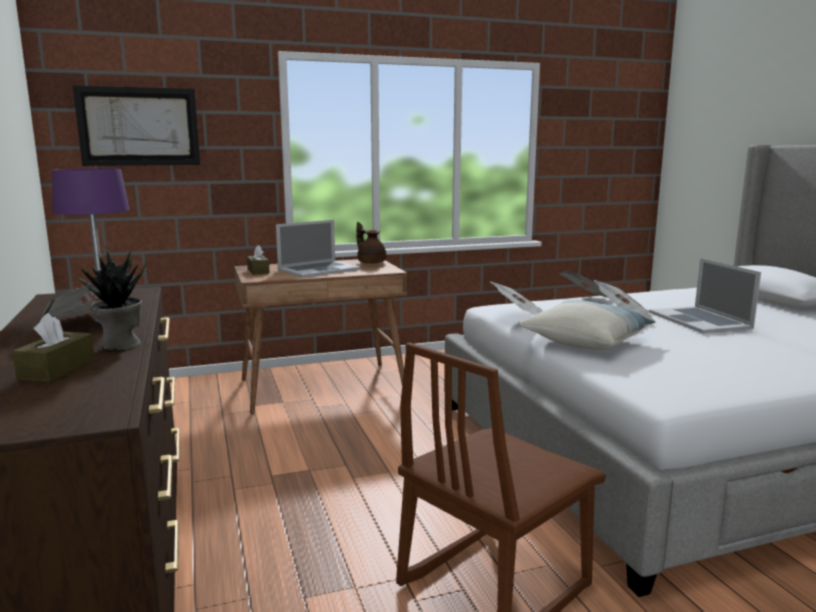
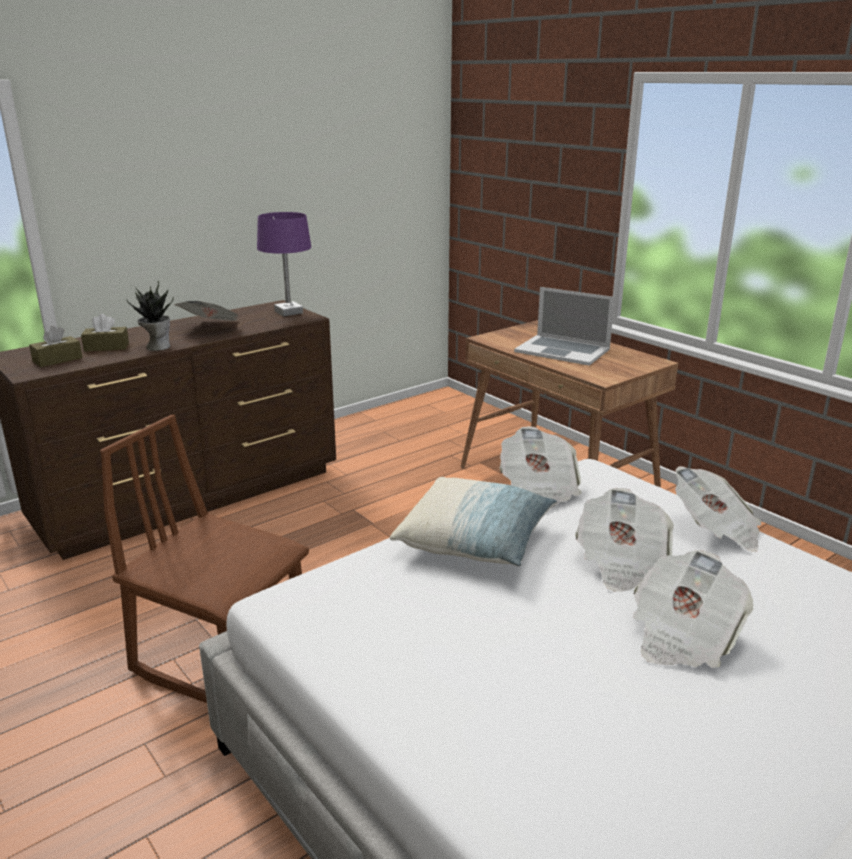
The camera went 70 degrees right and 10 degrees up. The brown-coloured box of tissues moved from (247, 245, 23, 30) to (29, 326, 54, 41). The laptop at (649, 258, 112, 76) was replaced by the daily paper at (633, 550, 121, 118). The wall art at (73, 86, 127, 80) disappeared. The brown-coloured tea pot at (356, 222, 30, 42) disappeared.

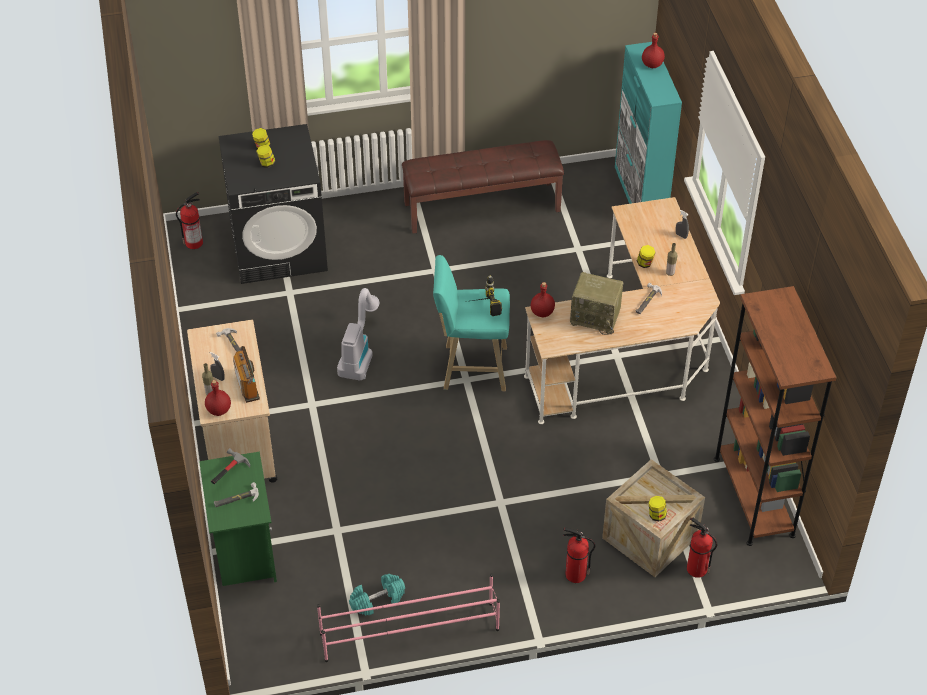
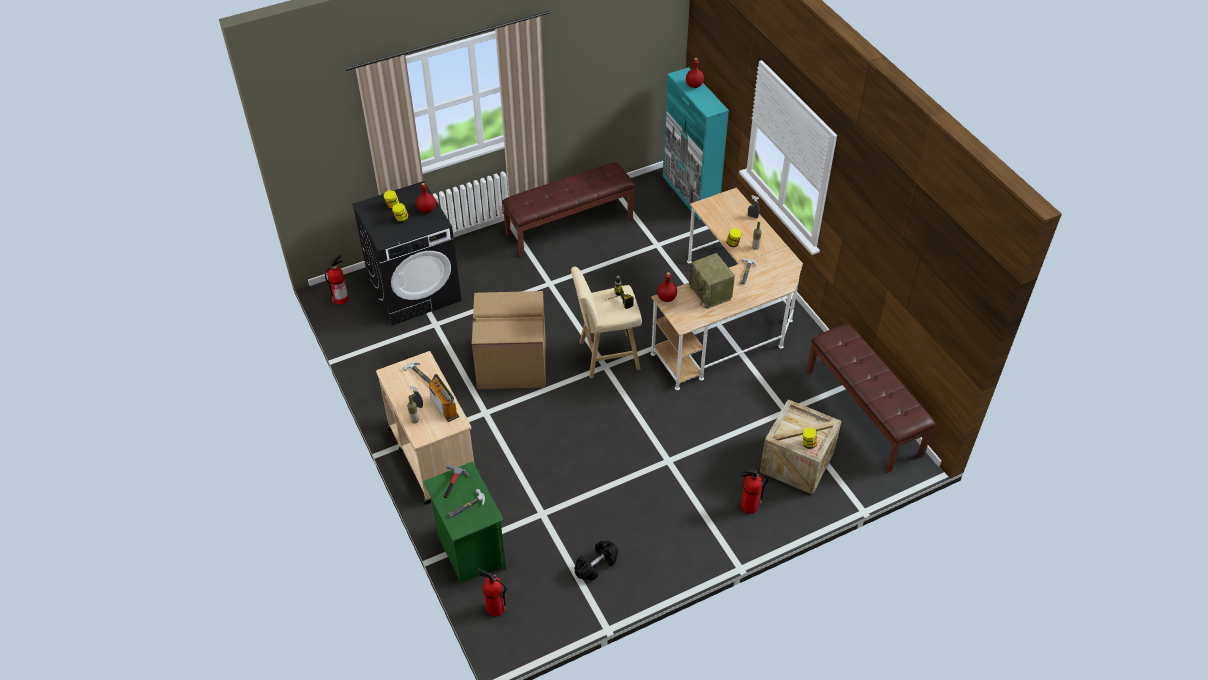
The camera went 15 degrees left and 0 degrees up. The red-coloured beverage bottle moved from (205, 380, 26, 36) to (416, 183, 20, 30). The vacuum at (337, 288, 42, 92) was replaced by the packing box at (472, 291, 74, 98). The fire extinguisher moved from (687, 517, 30, 61) to (478, 569, 28, 48). The turquoise-coloured stool seat at (433, 255, 77, 136) became the beige stool seat at (571, 267, 71, 111). The turquoise-coloured hand weight at (349, 574, 56, 42) became the blackish hand weight at (575, 541, 43, 40). The radio set at (570, 272, 53, 63) turned 60 degrees clockwise. The brown-coloured bookcase at (714, 286, 123, 260) was replaced by the brown-coloured bench at (807, 324, 129, 149). The pink shoe shelf at (317, 573, 183, 89) disappeared.

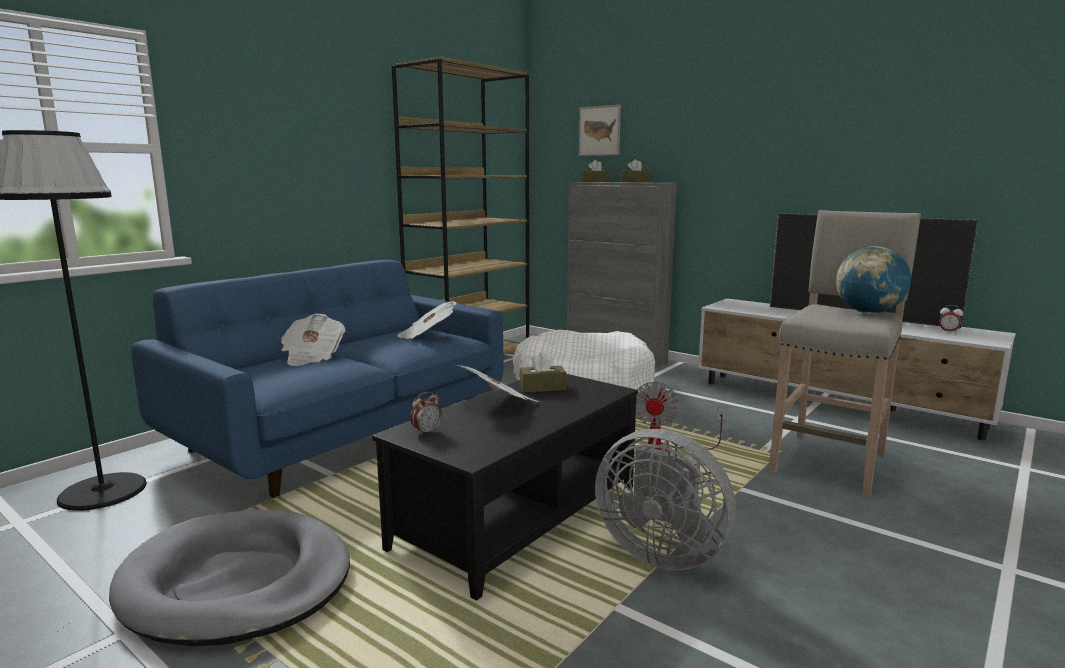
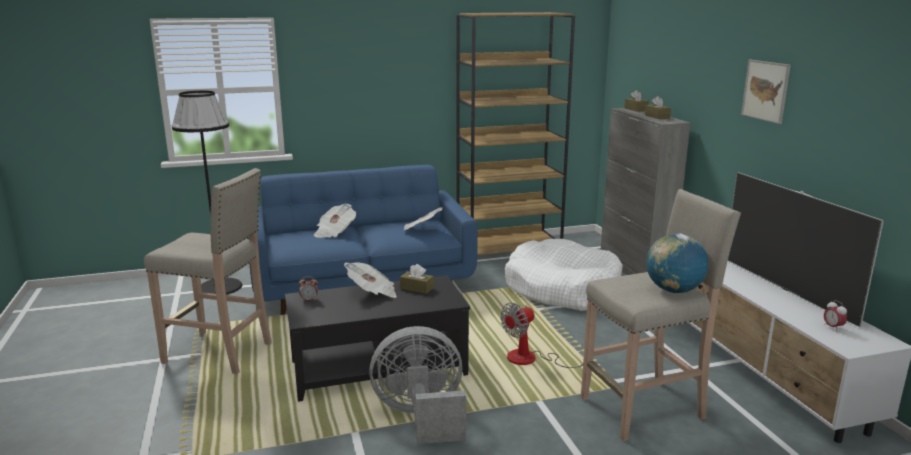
The camera went 35 degrees right and 5 degrees up. The grey pet bed at (109, 510, 241, 136) was replaced by the beige stool seat at (144, 168, 128, 206). The grey fan at (595, 429, 141, 141) turned 105 degrees clockwise. The wall art moved from (579, 105, 42, 51) to (741, 60, 50, 64).

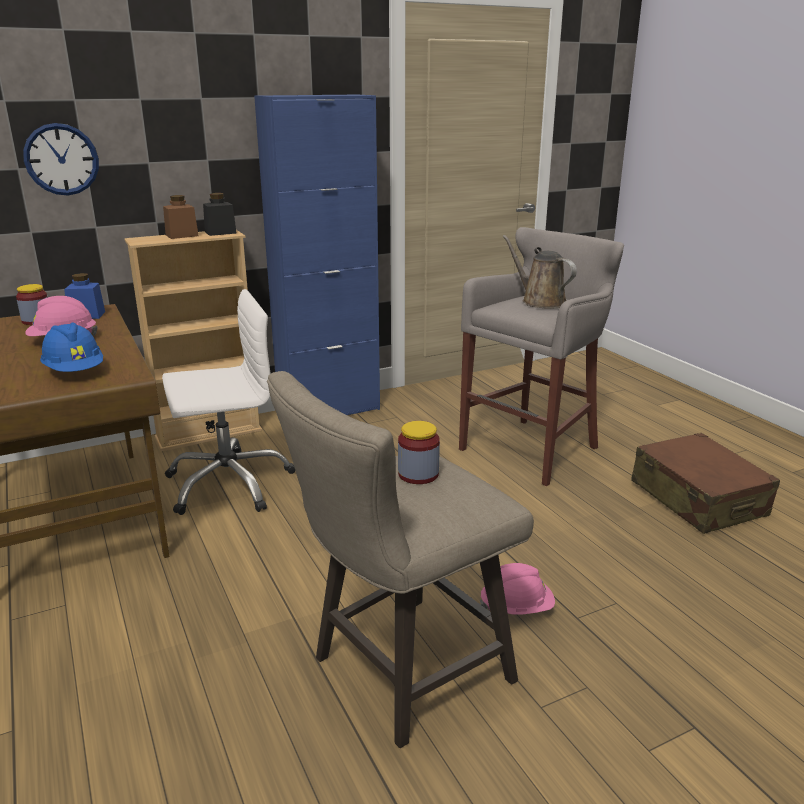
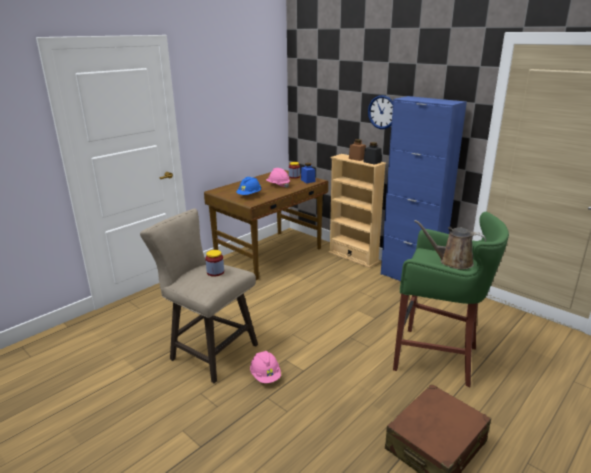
The camera went 70 degrees right and 0 degrees up. The wall clock moved from (23, 123, 76, 72) to (368, 95, 25, 34). The grey stool seat at (459, 227, 165, 259) became the green stool seat at (393, 212, 116, 175). The brown-coloured watering pot at (502, 235, 75, 74) turned 105 degrees counterclockwise. The white-coloured desk chair at (162, 289, 133, 226) disappeared.

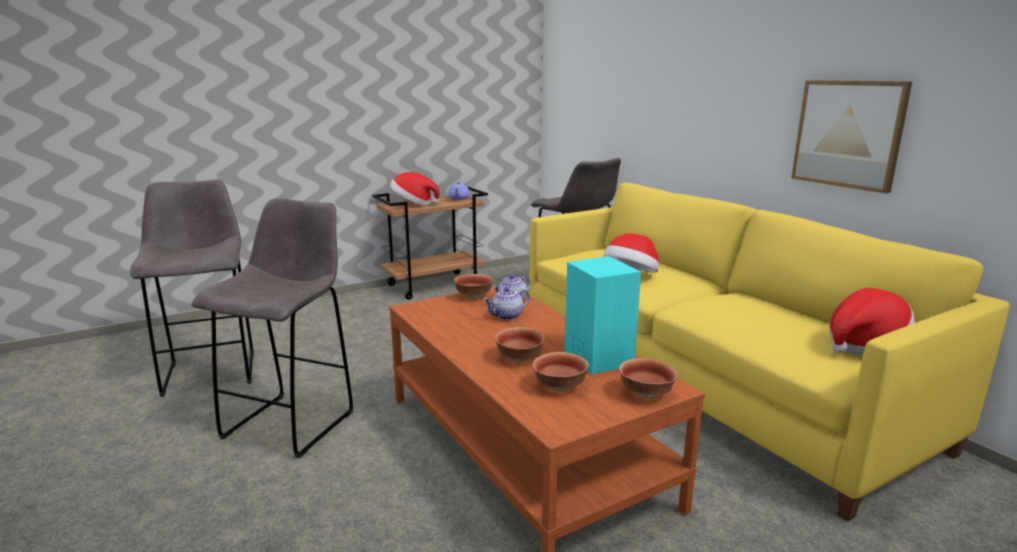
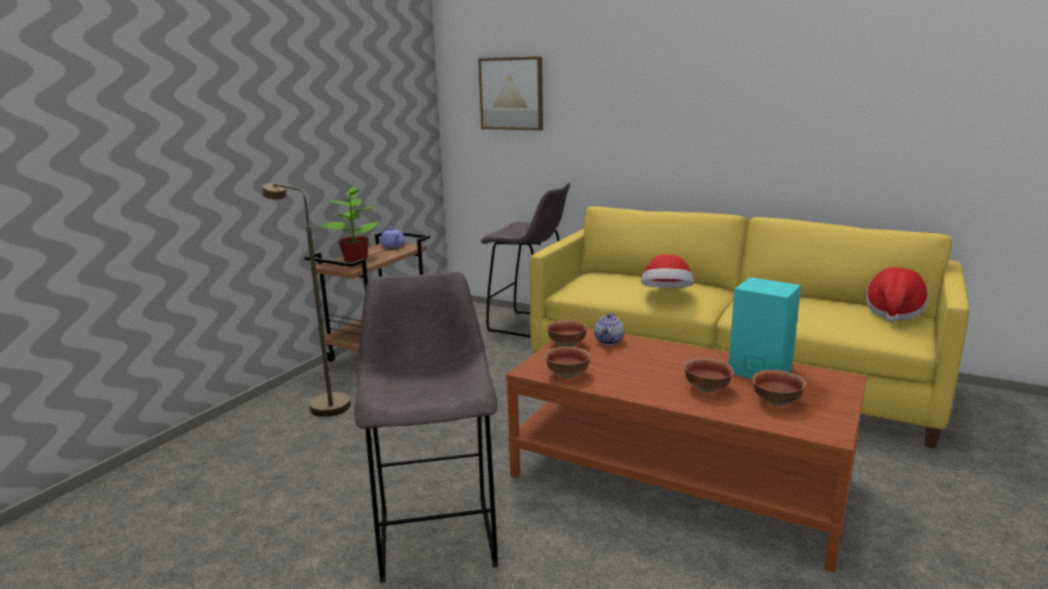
The camera went 30 degrees left and 0 degrees up. The brown-coloured standard lamp at (263, 183, 88, 234) appeared. The hat at (390, 172, 49, 33) was replaced by the houseplant at (319, 186, 62, 77). The wall art moved from (791, 80, 121, 114) to (478, 56, 65, 75). The deep dish moved from (619, 358, 59, 41) to (545, 347, 46, 31). The grey stool seat at (130, 179, 124, 218) disappeared. The tea pot at (483, 287, 47, 33) disappeared.

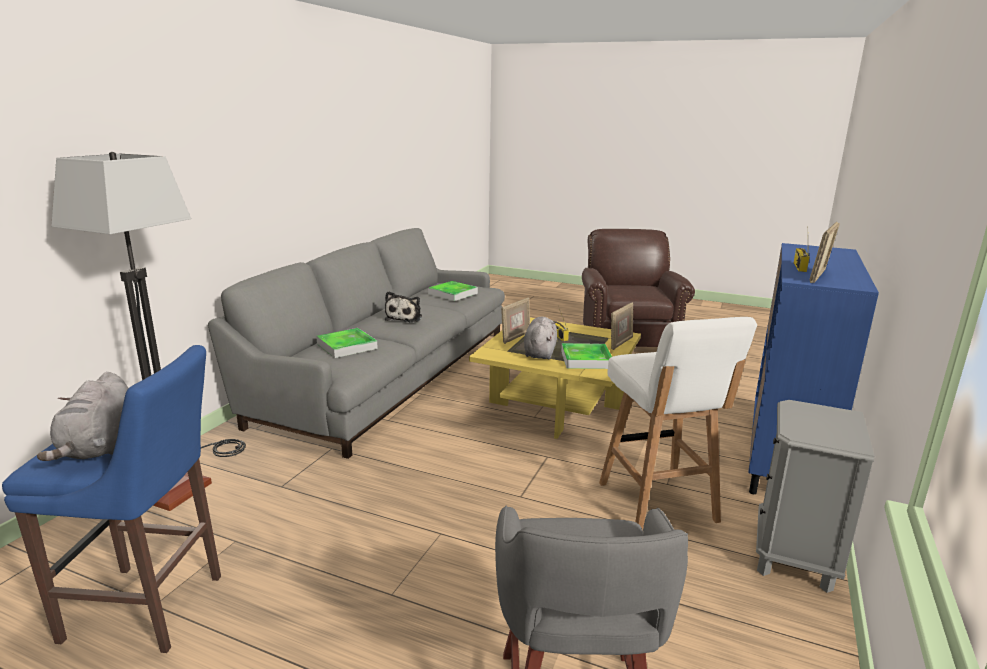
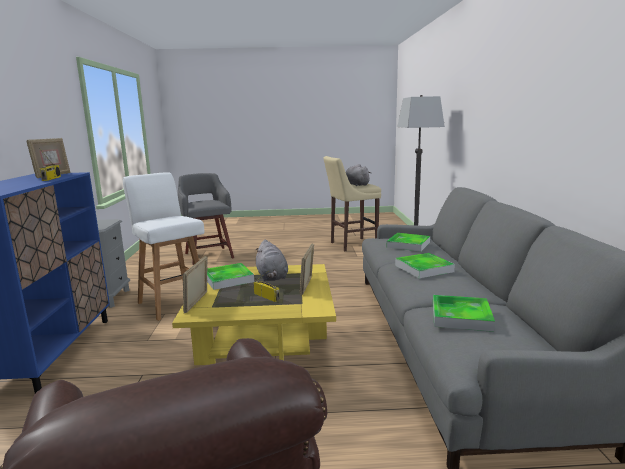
The camera went 155 degrees right and 5 degrees down. The blue stool seat at (2, 345, 219, 308) became the beige stool seat at (323, 156, 58, 95). The soft toy at (385, 291, 37, 31) was replaced by the tray at (395, 253, 60, 25).

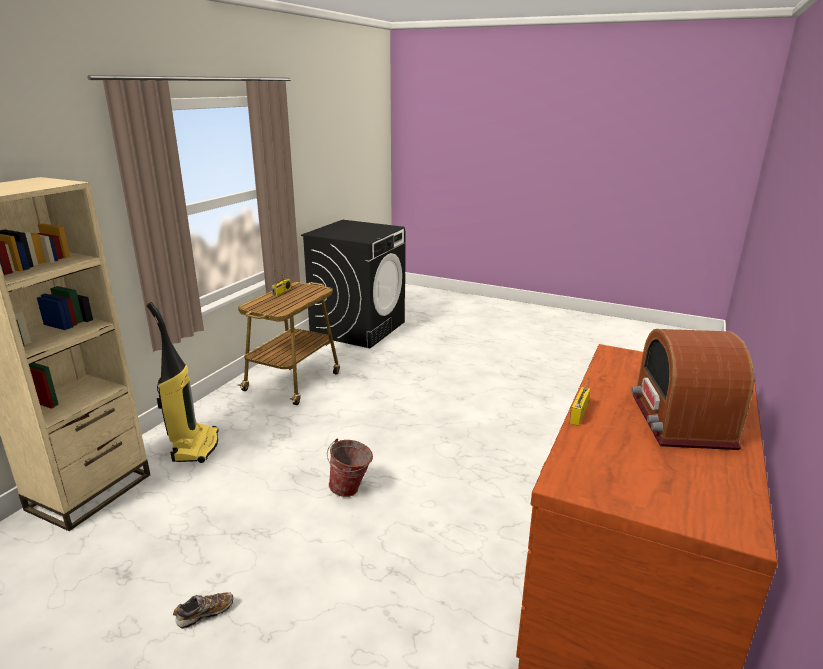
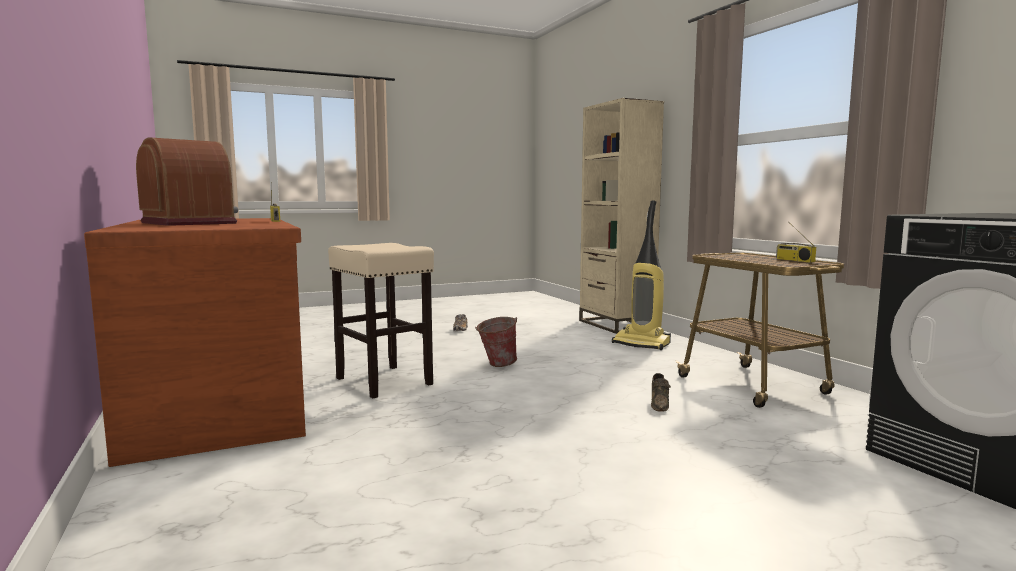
The camera went 130 degrees right and 15 degrees down. The beige stool seat at (328, 243, 106, 155) appeared. The brown-coloured low shoe at (651, 373, 20, 39) appeared.

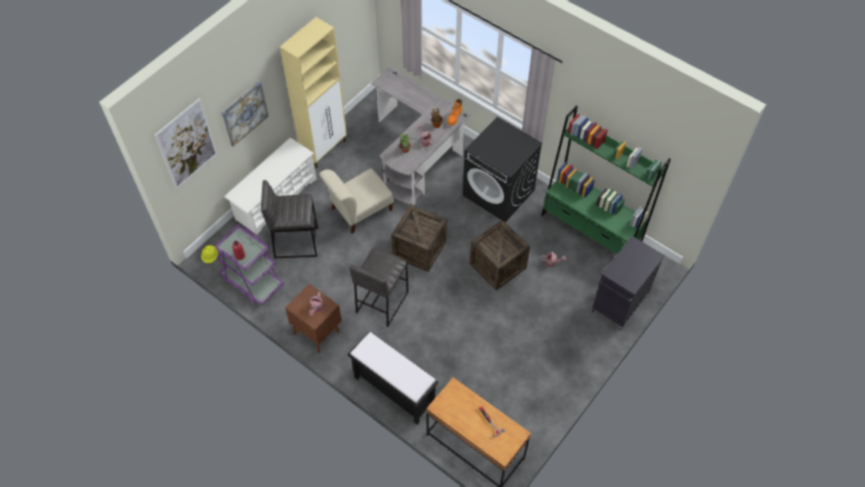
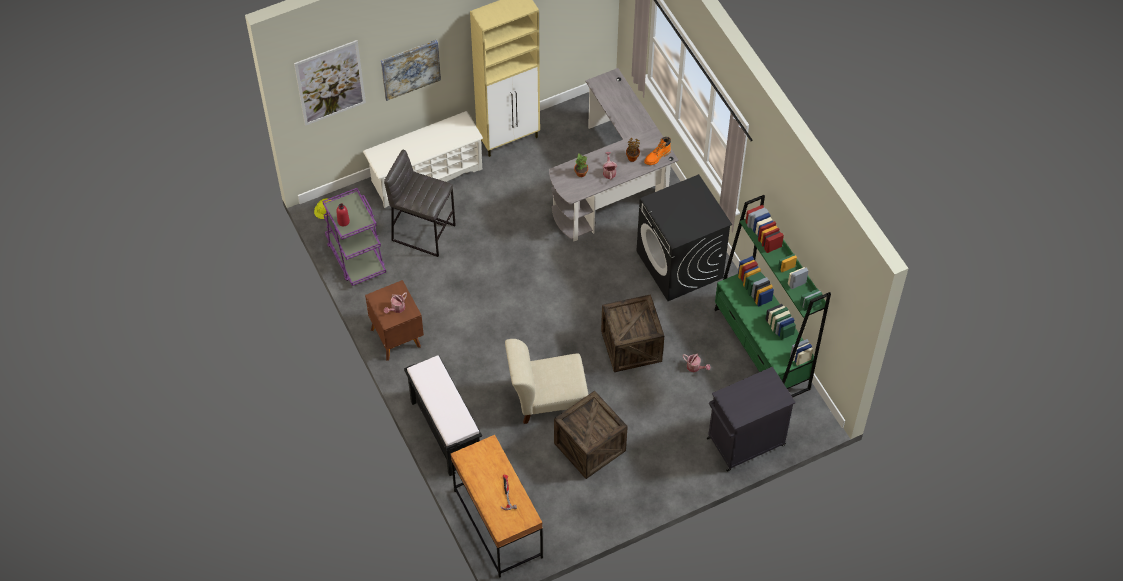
The camera went 25 degrees right and 0 degrees up. The beige plain chair moved from (319, 169, 75, 65) to (505, 339, 83, 85). The crate moved from (391, 205, 56, 67) to (554, 391, 74, 88). The grey stool seat at (350, 247, 59, 80) disappeared.

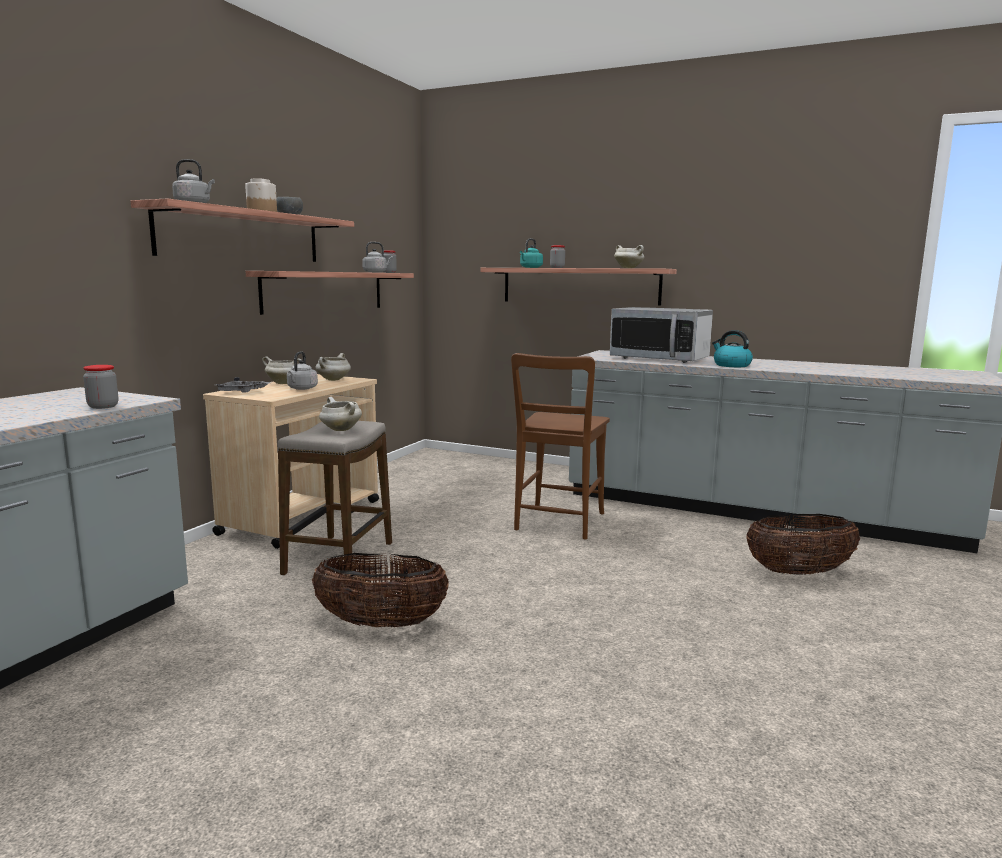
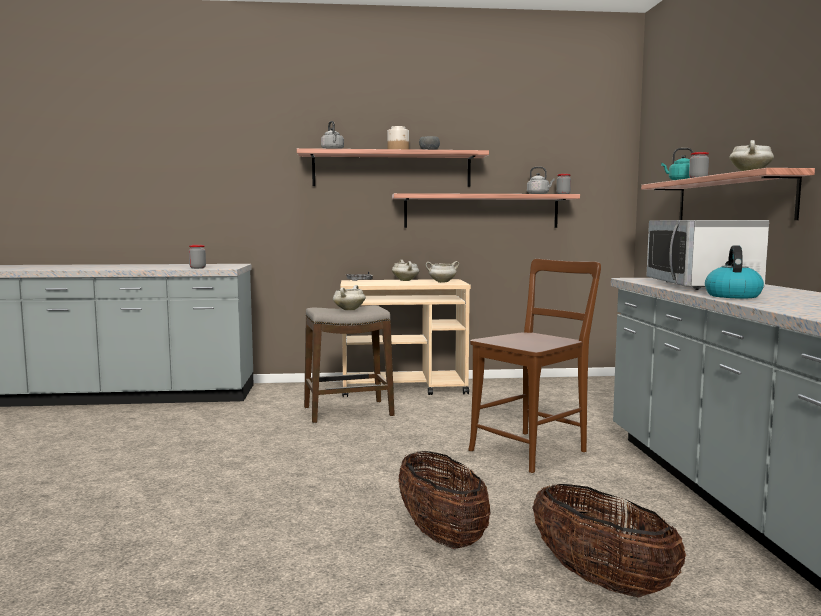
The camera went 60 degrees right and 5 degrees down. The basket moved from (312, 553, 137, 75) to (398, 451, 93, 98). The brown-coloured plain chair at (511, 353, 99, 186) turned 150 degrees clockwise. The grey water kettle at (287, 351, 31, 39) disappeared.

